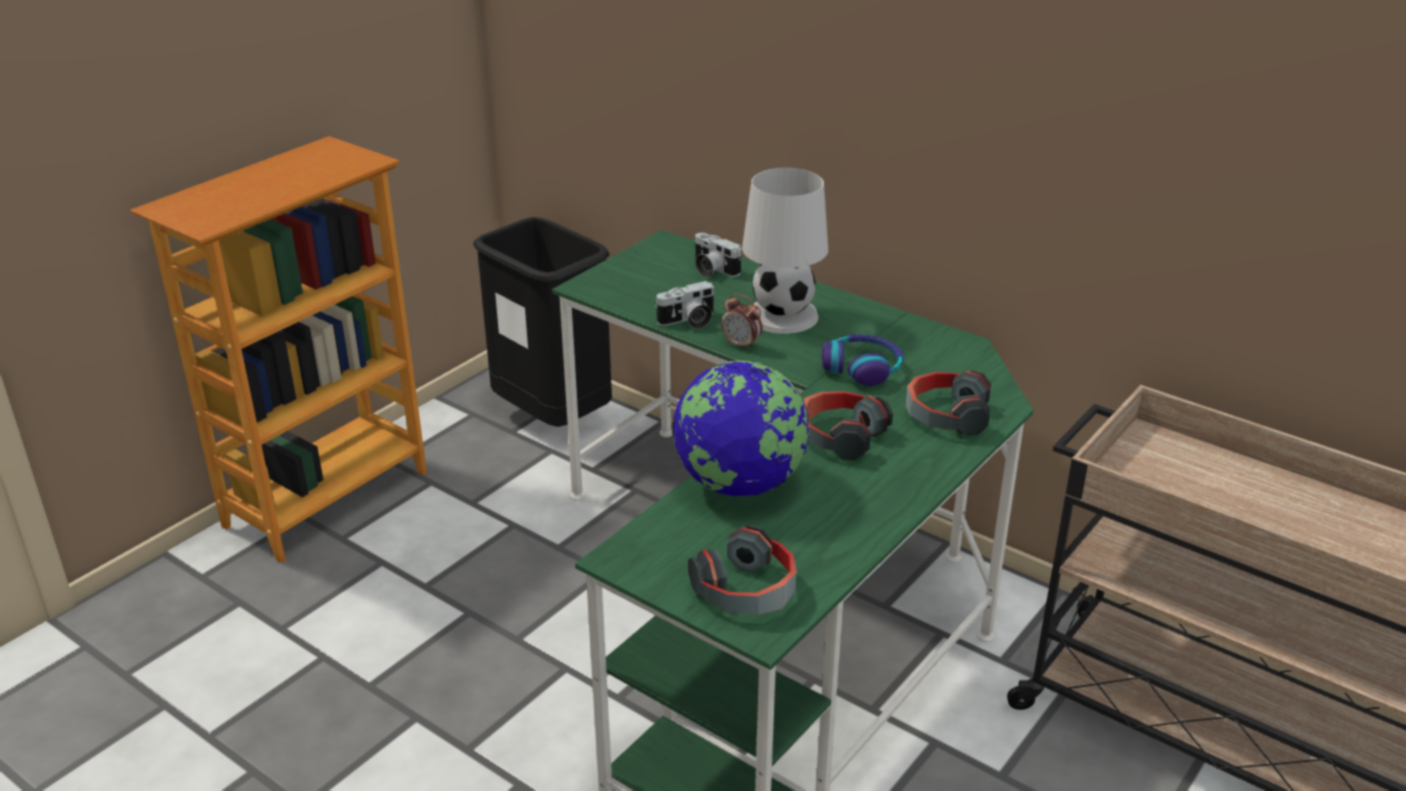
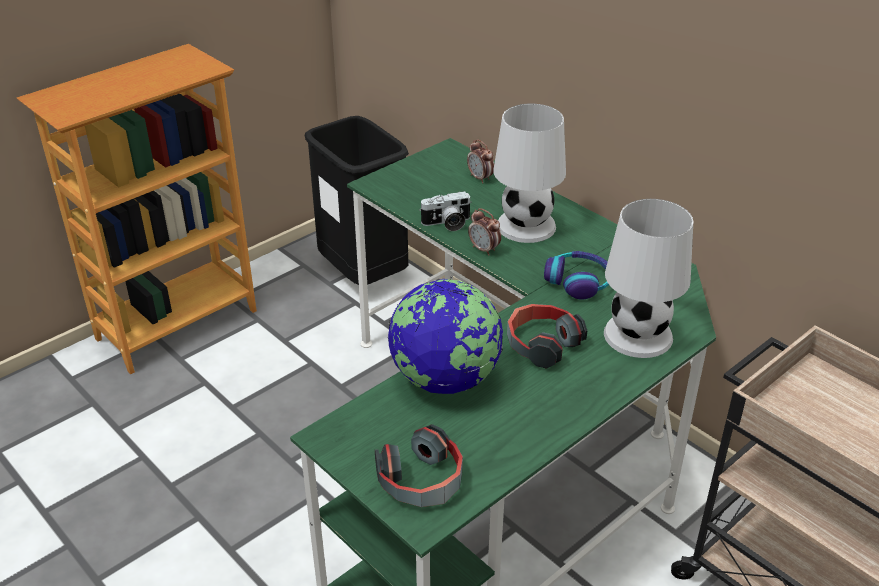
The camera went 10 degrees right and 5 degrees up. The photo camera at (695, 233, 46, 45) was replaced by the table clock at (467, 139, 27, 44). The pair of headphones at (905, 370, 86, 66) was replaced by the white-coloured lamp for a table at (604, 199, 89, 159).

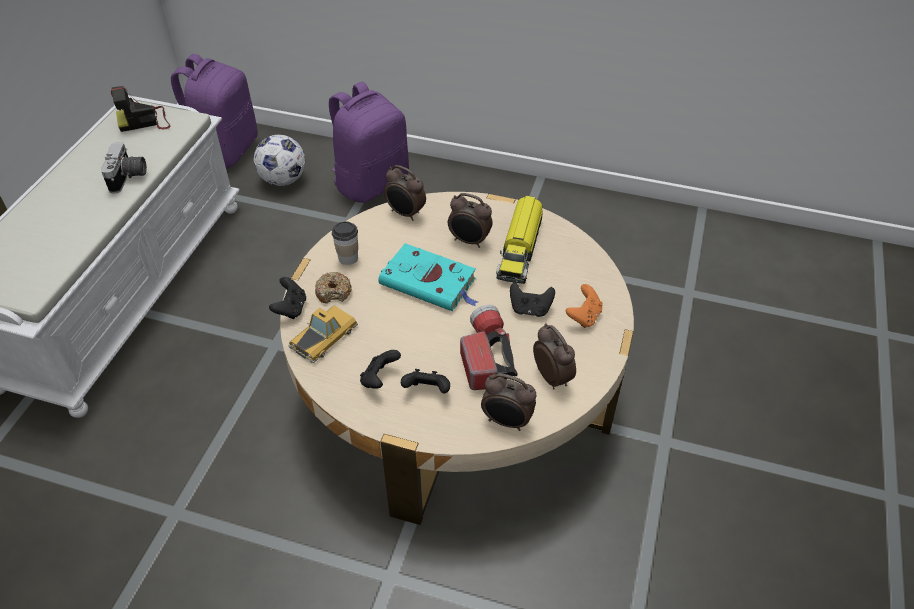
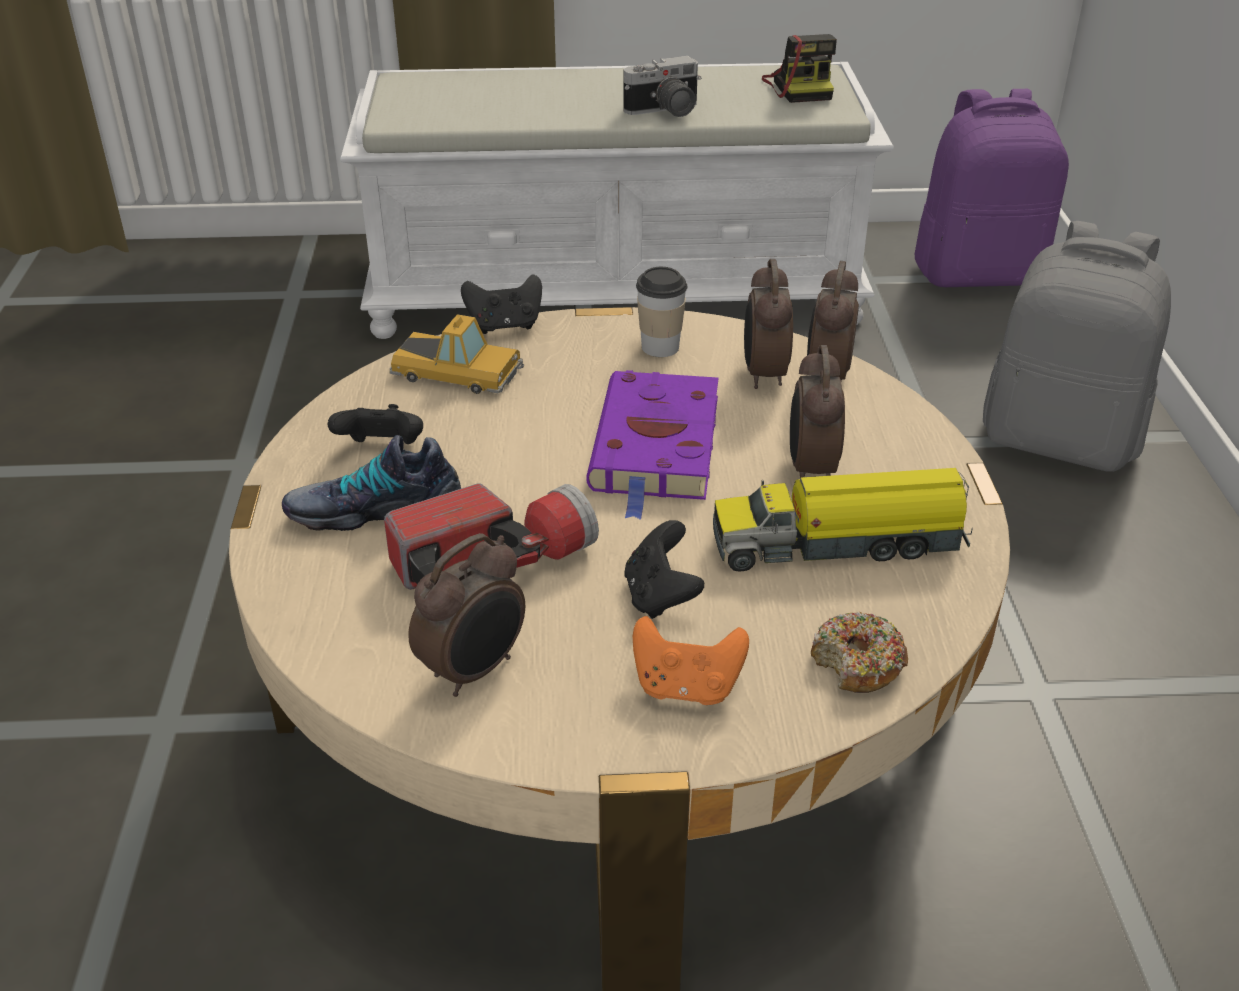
The camera went 70 degrees right and 10 degrees down. The blackish gamepad at (401, 369, 49, 24) was replaced by the low shoe at (282, 435, 179, 96). The turquoise-coloured bound book at (378, 243, 100, 68) became the purple bound book at (586, 370, 132, 150). The table clock moved from (481, 373, 55, 58) to (744, 259, 49, 130). The photo camera at (111, 86, 59, 46) turned 150 degrees counterclockwise. The doughnut moved from (315, 272, 36, 31) to (811, 612, 97, 81). The purple rucksack at (329, 81, 80, 122) became the grey rucksack at (983, 221, 188, 251). The football ball at (254, 135, 51, 51) disappeared.

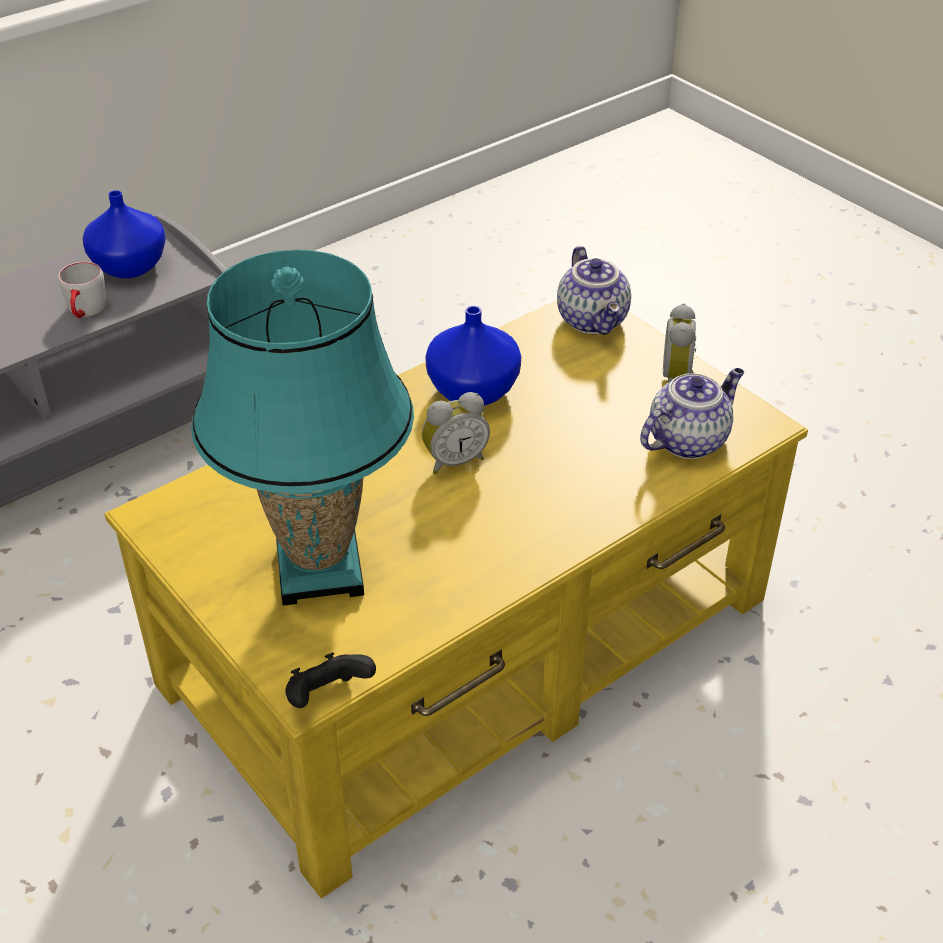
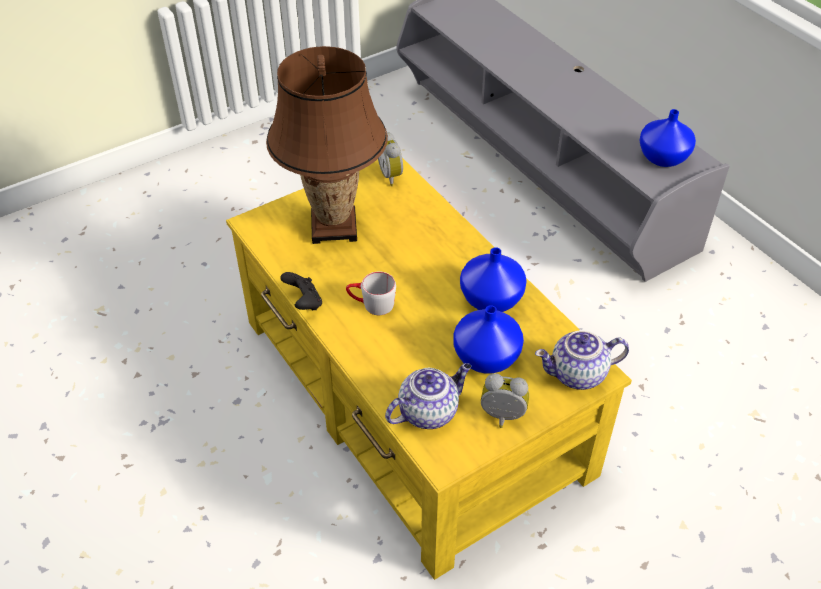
The camera went 95 degrees right and 5 degrees up. The turquoise-coloured lamp for a table at (191, 250, 223, 356) became the brown-coloured lamp for a table at (266, 46, 122, 198). The blackish gamepad moved from (285, 652, 91, 56) to (280, 272, 42, 38). The grey coffee mug moved from (58, 262, 48, 56) to (346, 271, 50, 44). The table clock moved from (422, 392, 68, 82) to (378, 132, 25, 54). The tea pot at (640, 368, 104, 91) turned 90 degrees counterclockwise. The blue vase at (453, 305, 71, 69) appeared.

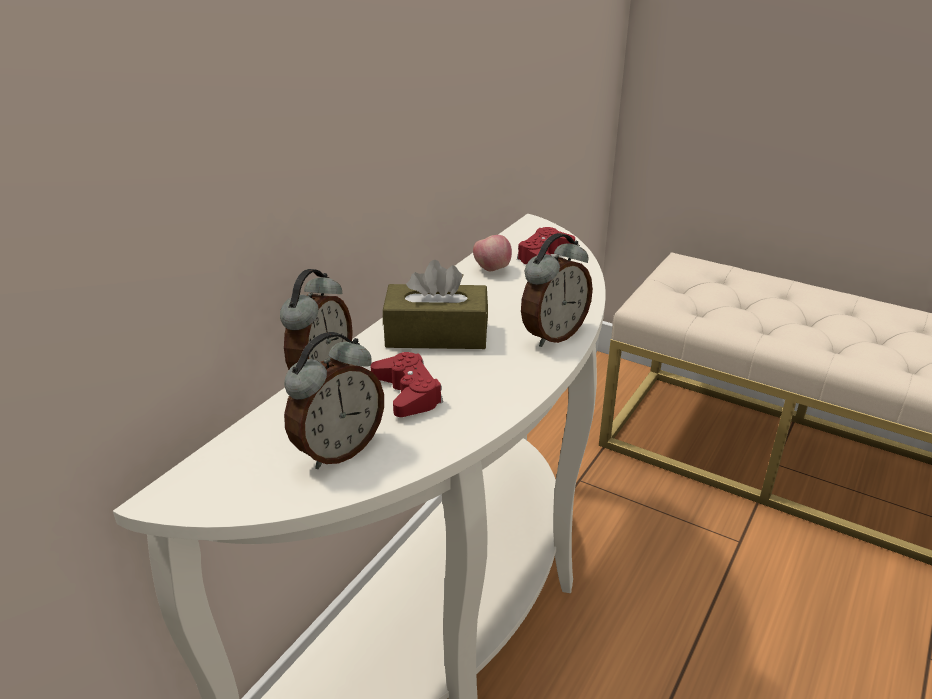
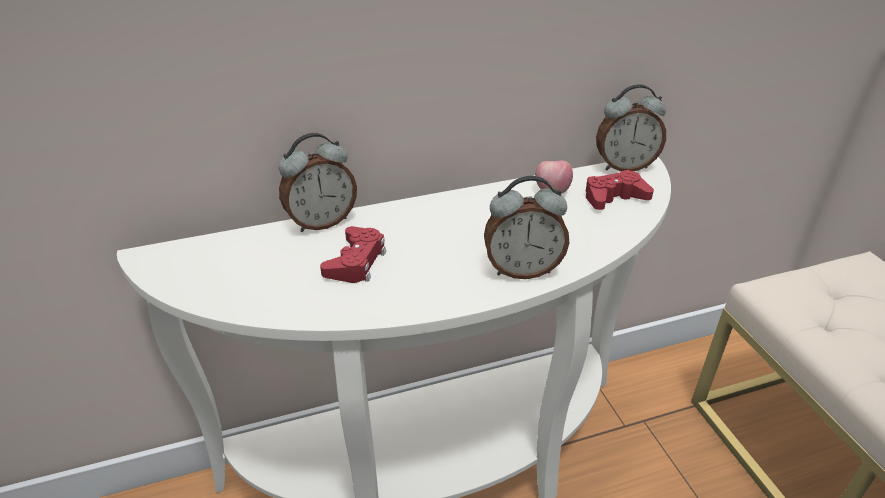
The camera went 40 degrees right and 5 degrees up. The table clock moved from (284, 332, 100, 137) to (596, 84, 70, 87). The brown-coloured box of tissues at (383, 260, 105, 89) disappeared.

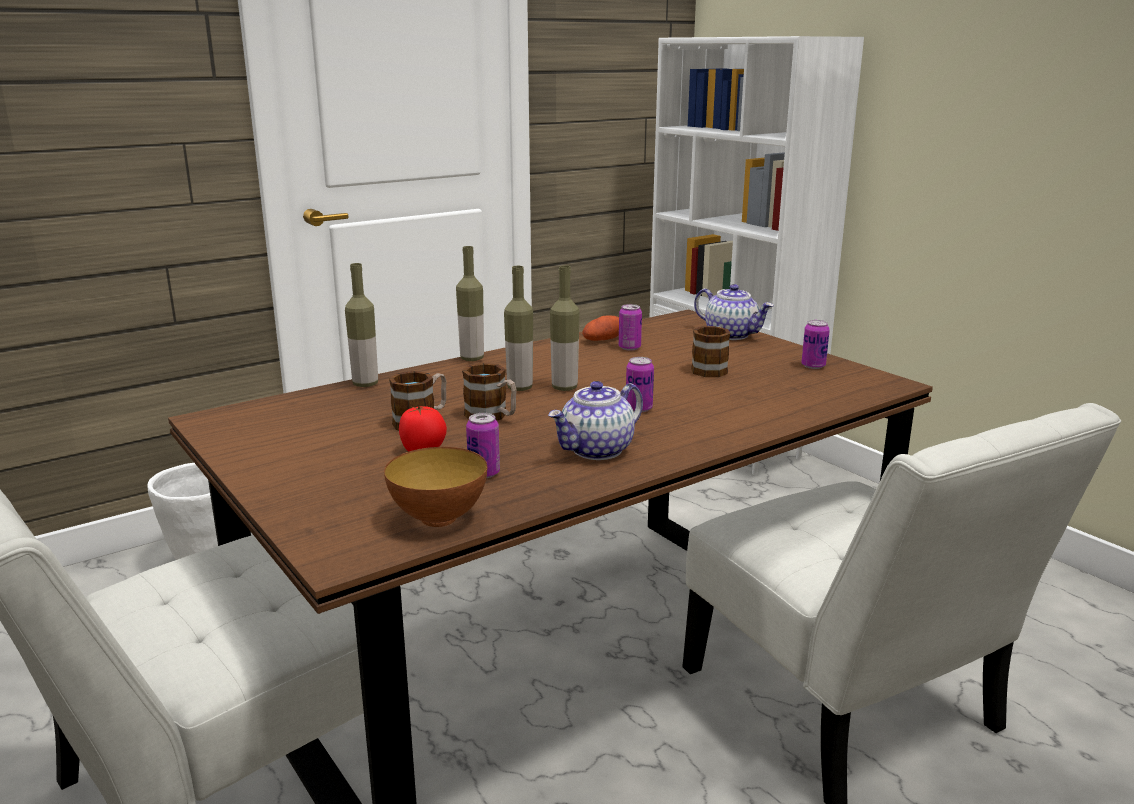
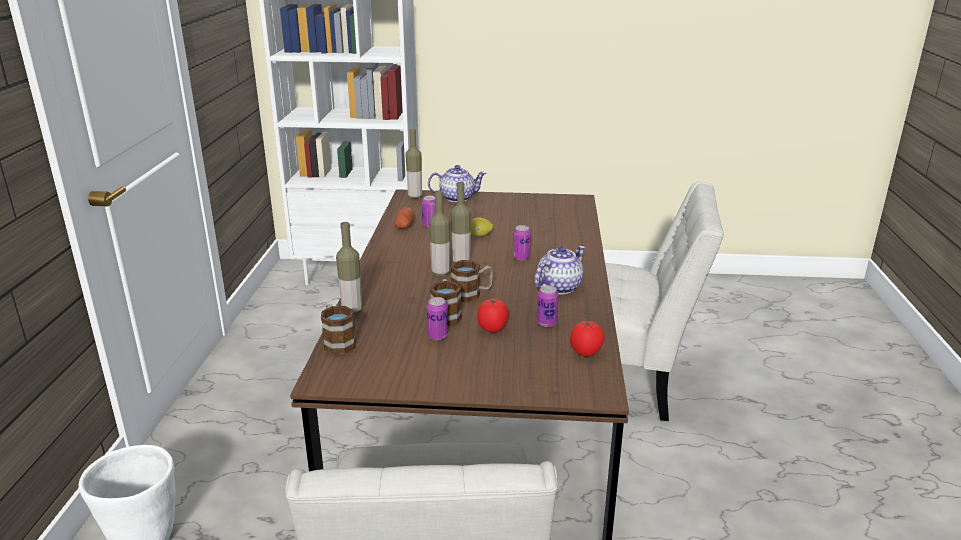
The camera went 50 degrees left and 5 degrees up. The coffee mug moved from (691, 326, 40, 51) to (321, 304, 35, 50). The beverage bottle moved from (456, 246, 28, 115) to (405, 129, 17, 70). The can moved from (801, 320, 29, 49) to (426, 297, 22, 43). The citrus fruit at (471, 217, 22, 20) appeared. The tea pot at (548, 381, 95, 79) turned 135 degrees counterclockwise. The deep dish at (384, 447, 103, 80) was replaced by the whole tomato at (570, 320, 35, 37).

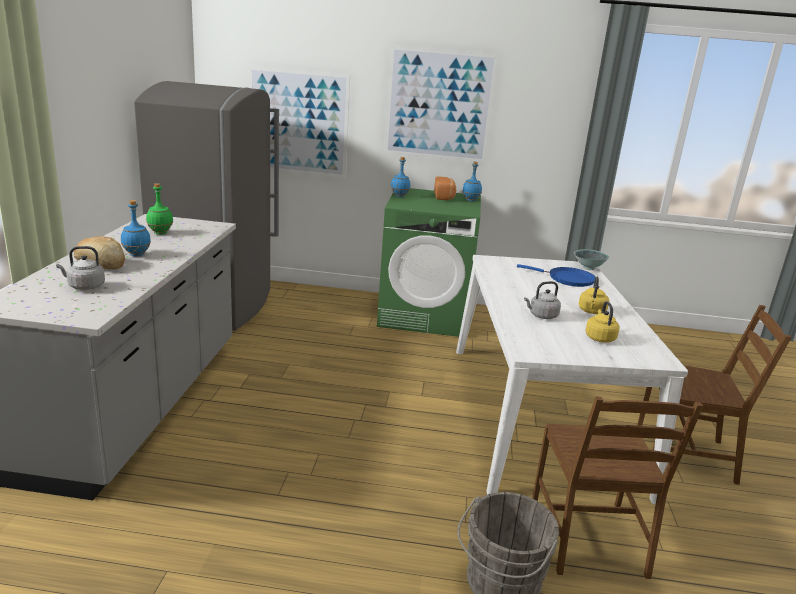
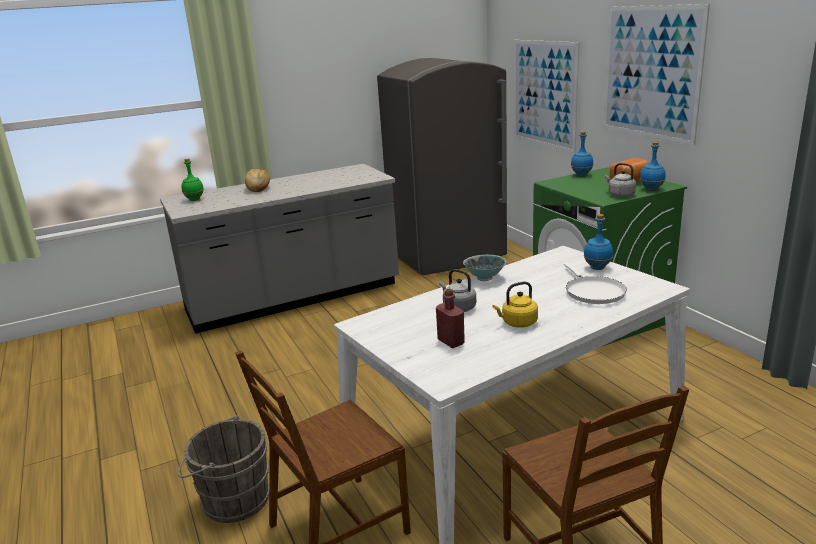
The camera went 60 degrees right and 0 degrees up. The green beverage bottle moved from (146, 183, 27, 52) to (181, 159, 23, 42). The yellowish water kettle at (585, 301, 35, 42) was replaced by the red-coloured beverage bottle at (436, 289, 29, 59). The deep dish moved from (574, 249, 35, 21) to (463, 255, 43, 26). The blue pan at (517, 264, 78, 23) became the white-coloured pan at (564, 263, 63, 41). The blue beverage bottle moved from (121, 200, 30, 57) to (584, 214, 29, 56). The grey water kettle moved from (56, 246, 49, 44) to (605, 163, 31, 34).

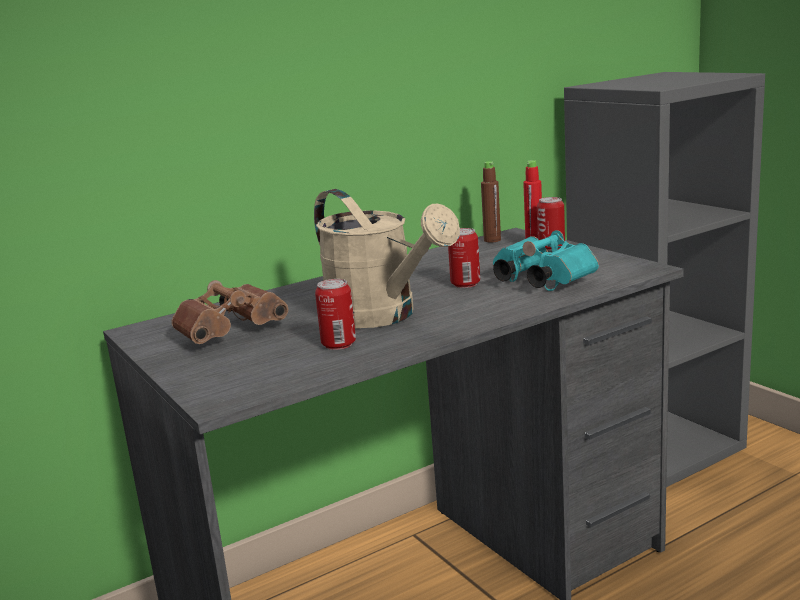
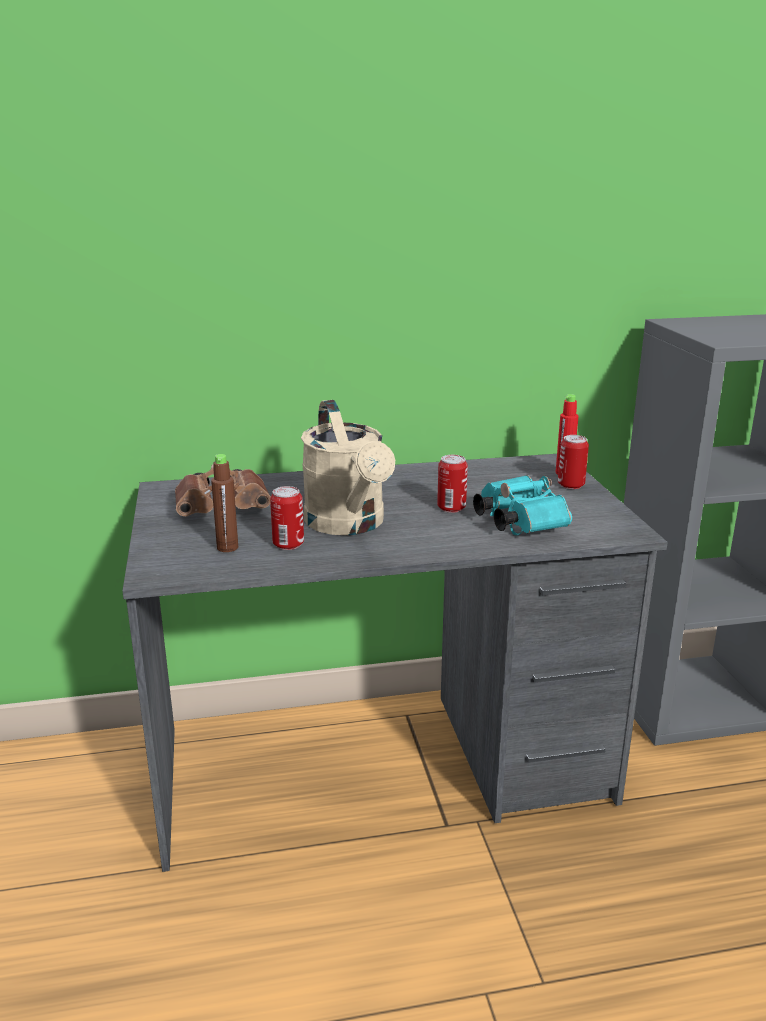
The camera went 20 degrees right and 5 degrees up. The brown-coloured beverage bottle moved from (481, 161, 20, 82) to (211, 454, 27, 98).

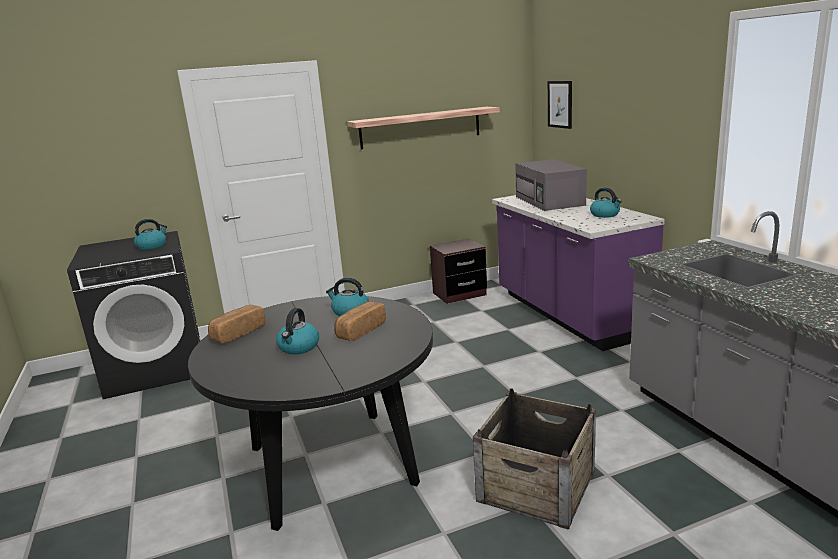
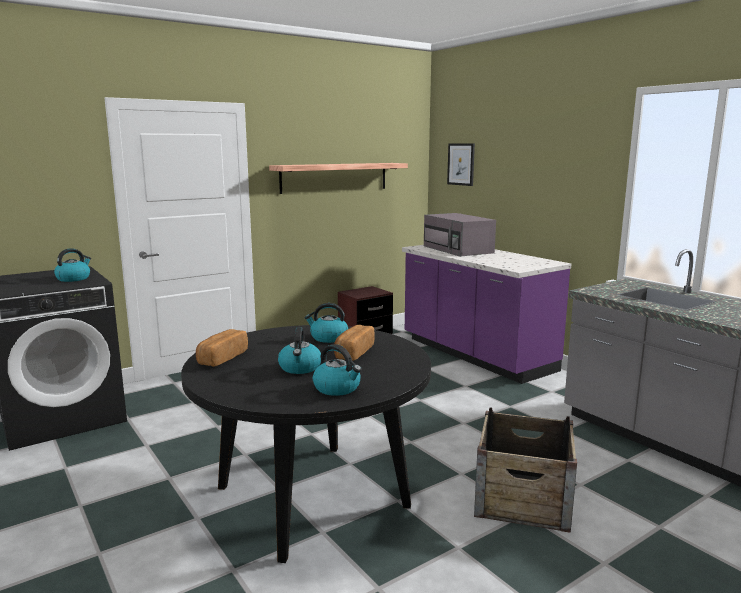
The camera went 15 degrees left and 5 degrees down. The water kettle moved from (590, 188, 32, 30) to (313, 344, 49, 52).

